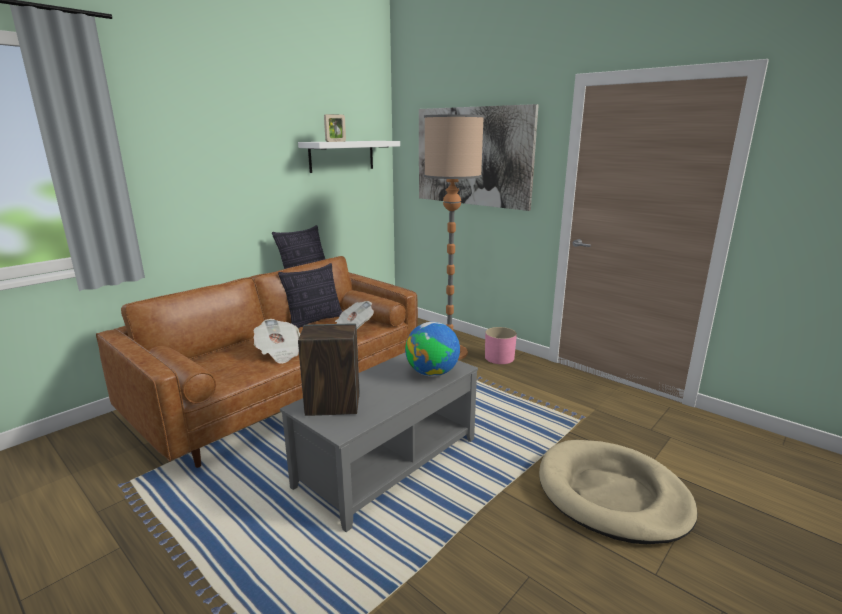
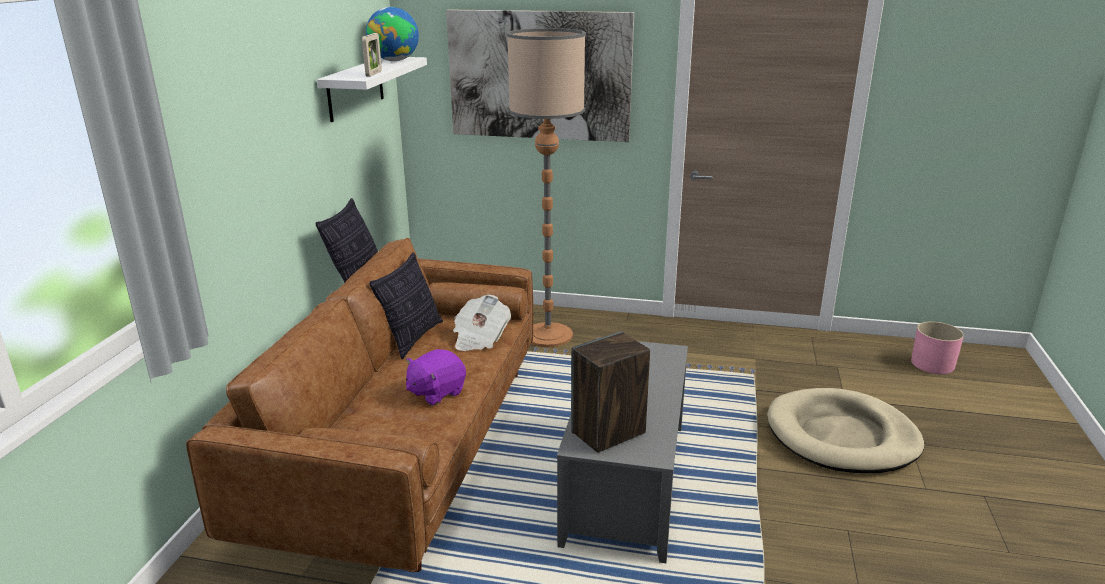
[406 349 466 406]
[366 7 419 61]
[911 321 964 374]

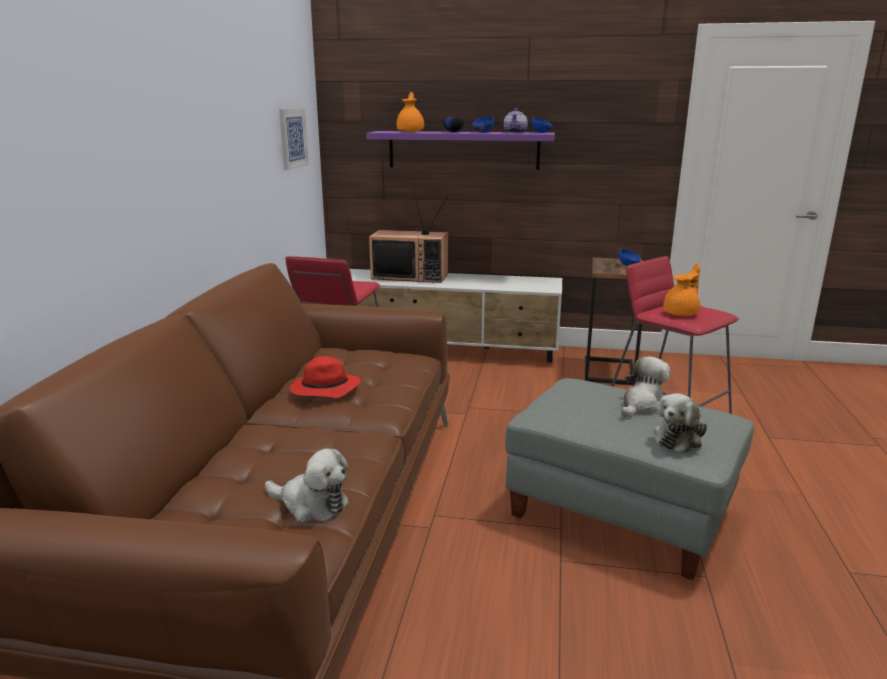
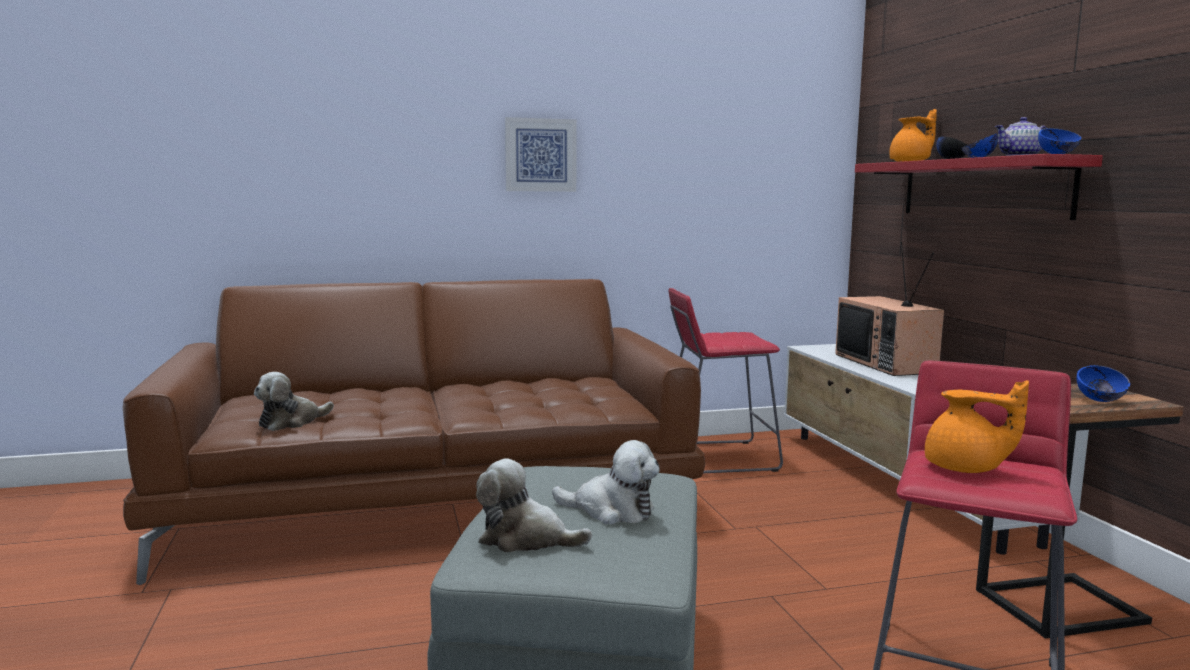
[505 117 577 192]
[855 154 1103 220]
[290 356 360 398] (first image)
[254 372 334 431]

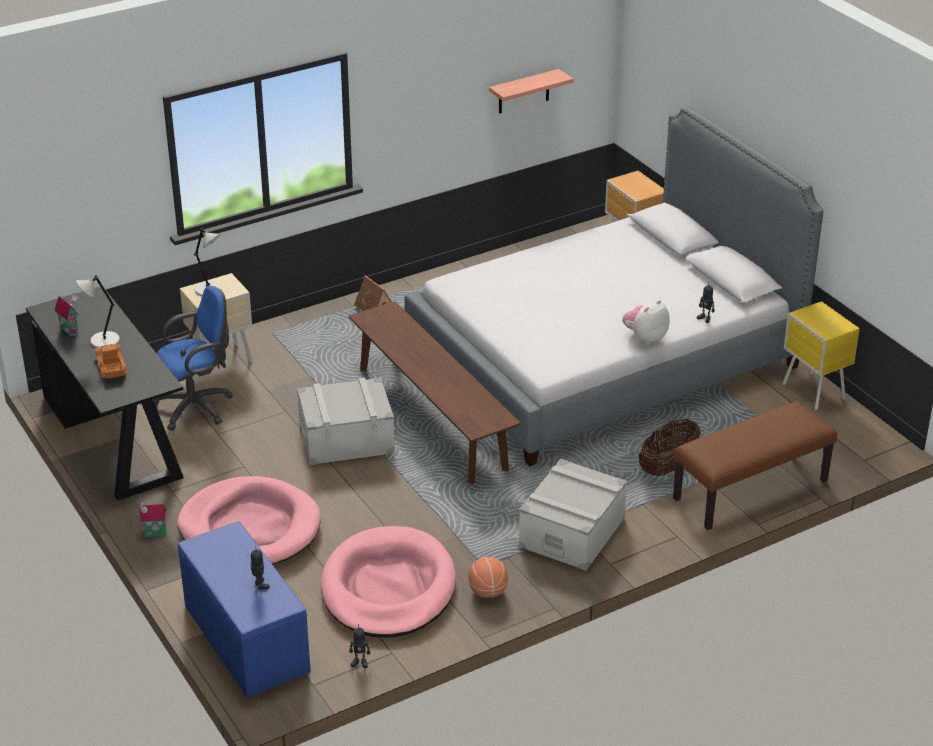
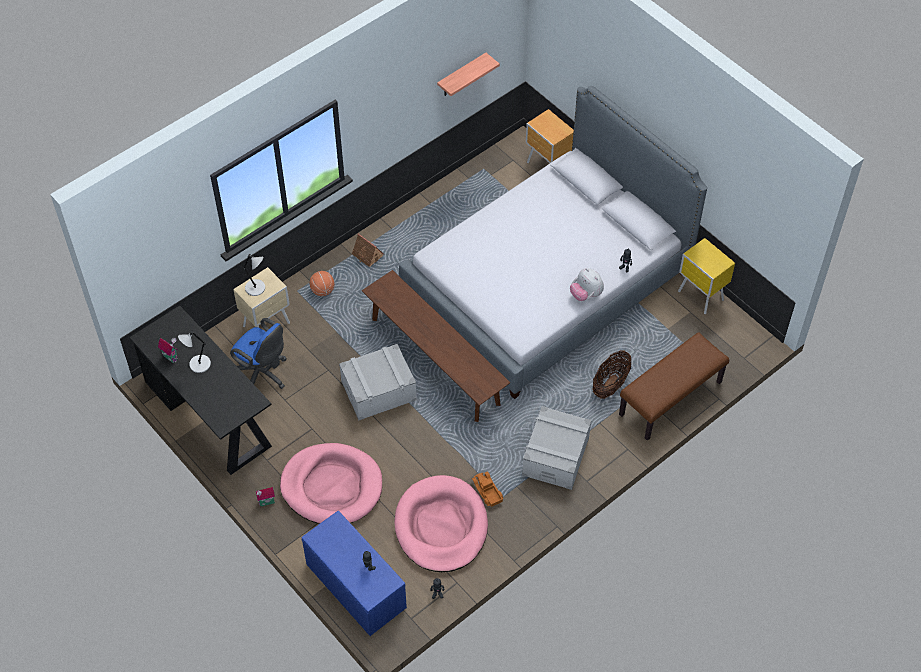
[230 318 287 389]
[570 268 604 301]
[472 471 503 507]
[309 271 335 296]

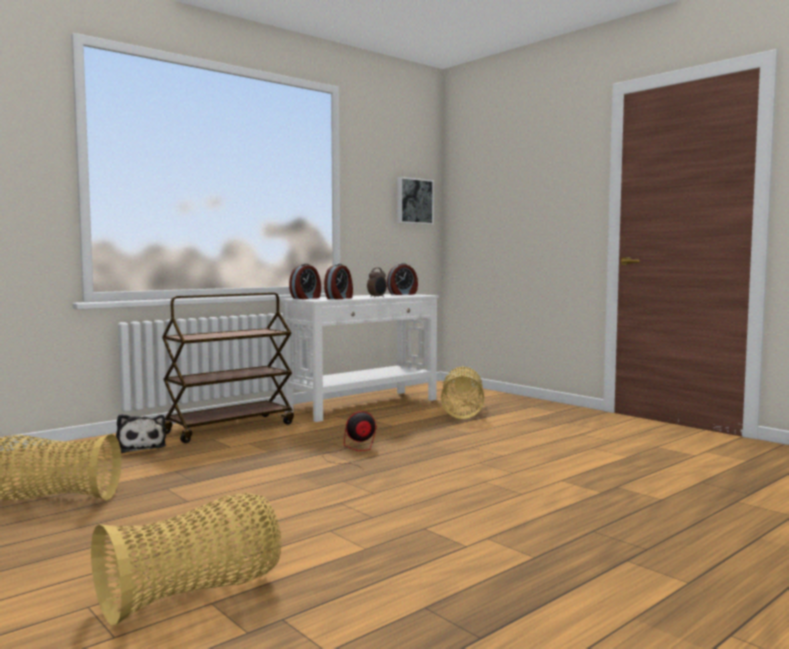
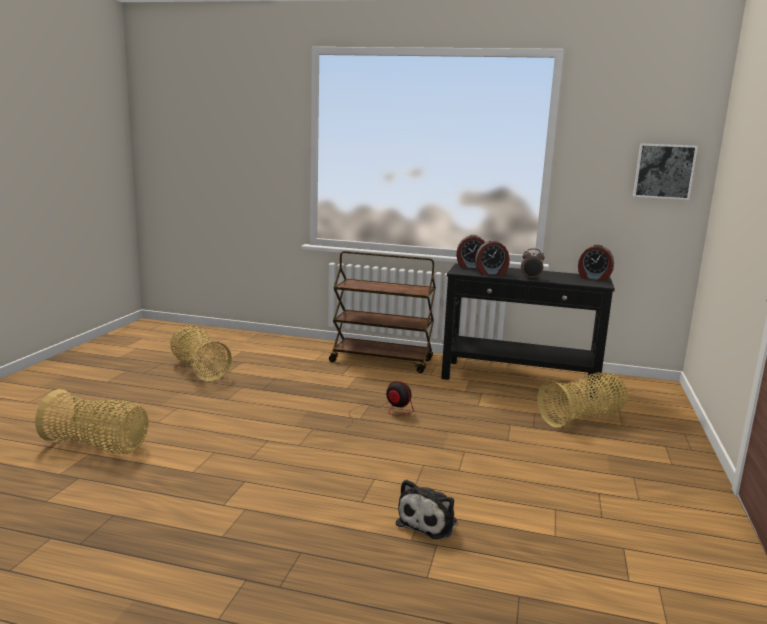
[441 263 615 399]
[396 479 457 539]

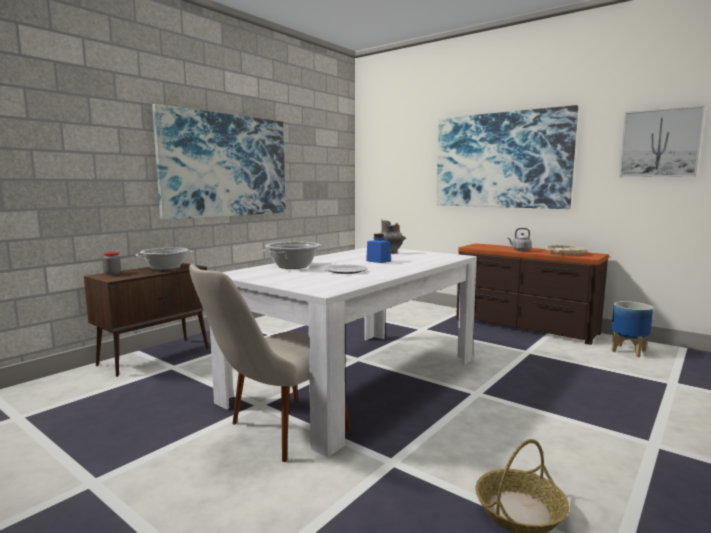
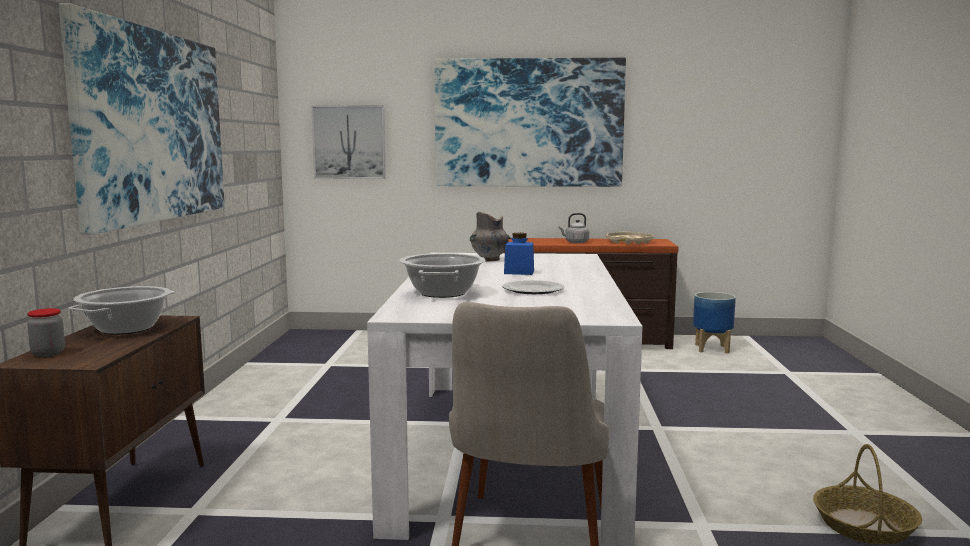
[311 105 386 179]

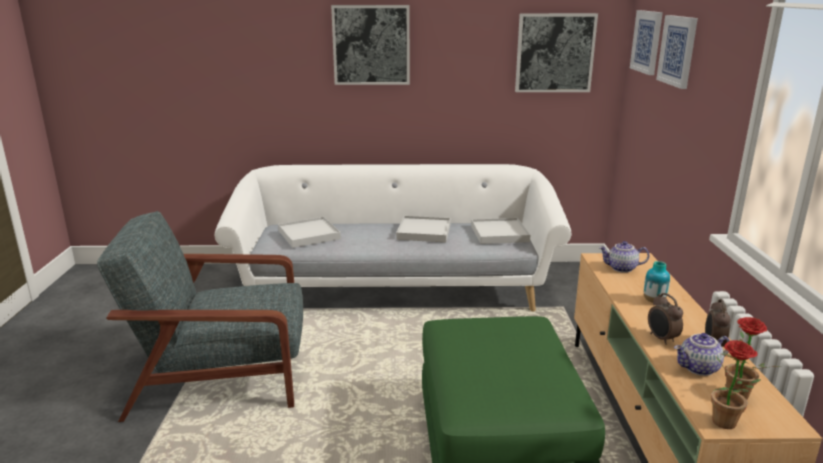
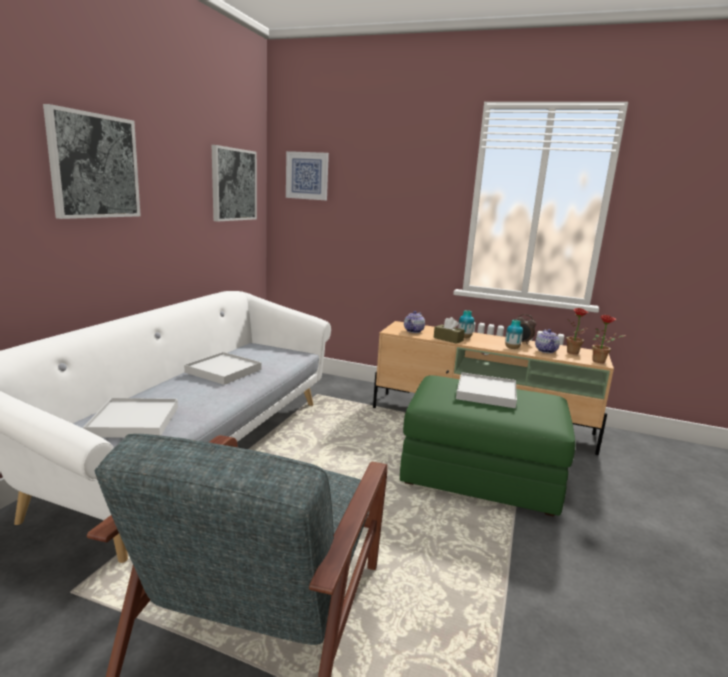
[656 15 698 89] (first image)
[456 372 517 408]
[505 320 523 349]
[433 317 465 344]

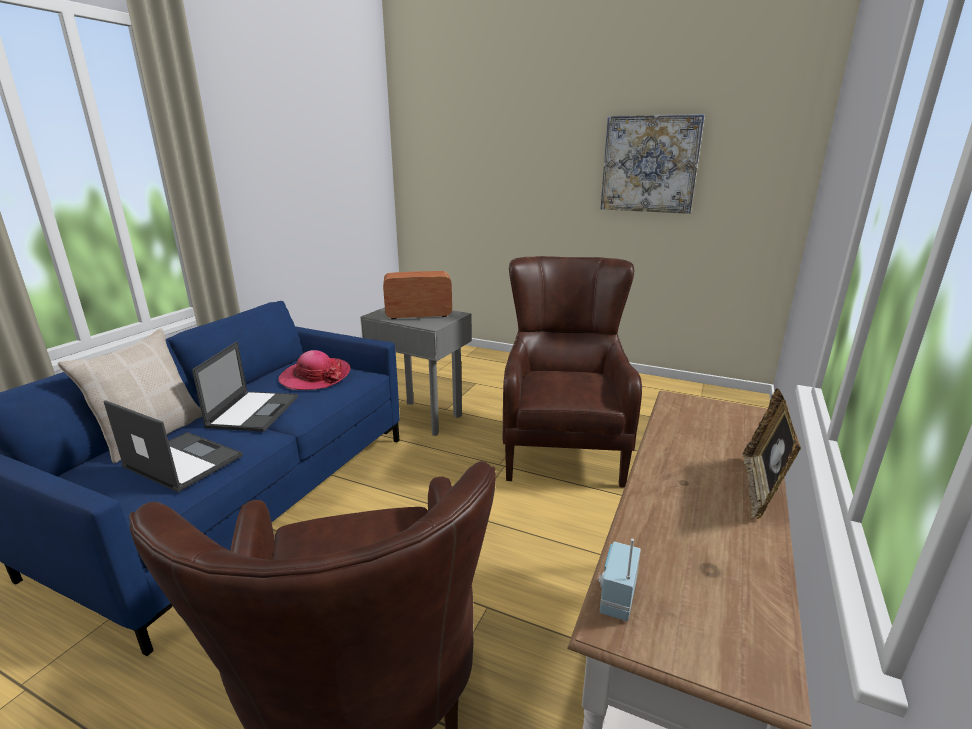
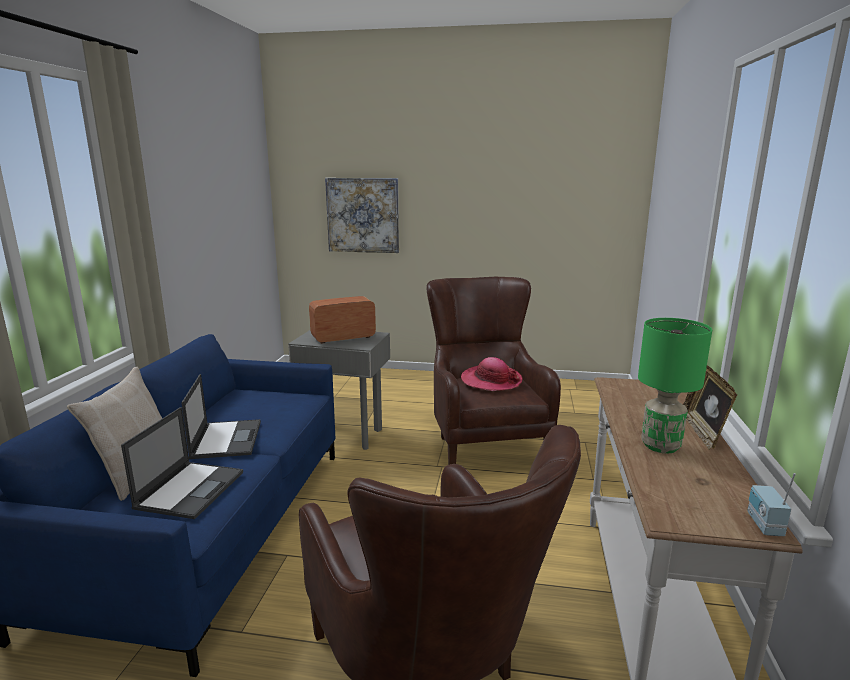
[325 178 399 253]
[461 357 523 391]
[121 407 243 519]
[747 473 796 536]
[638 318 712 454]

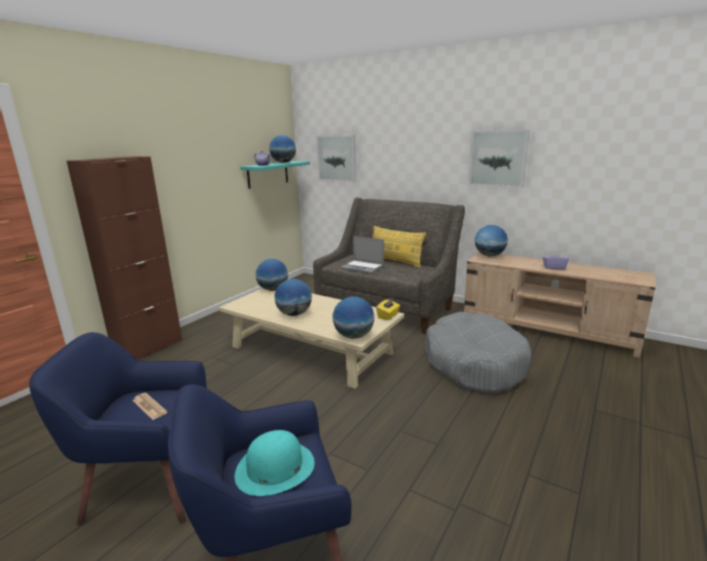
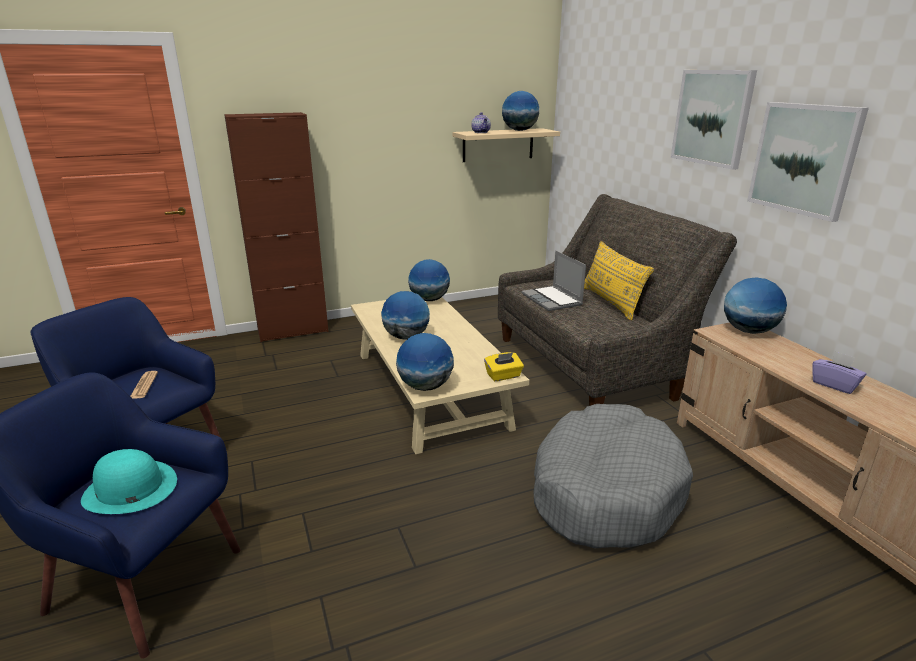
[671 70 757 170]
[452 128 560 162]

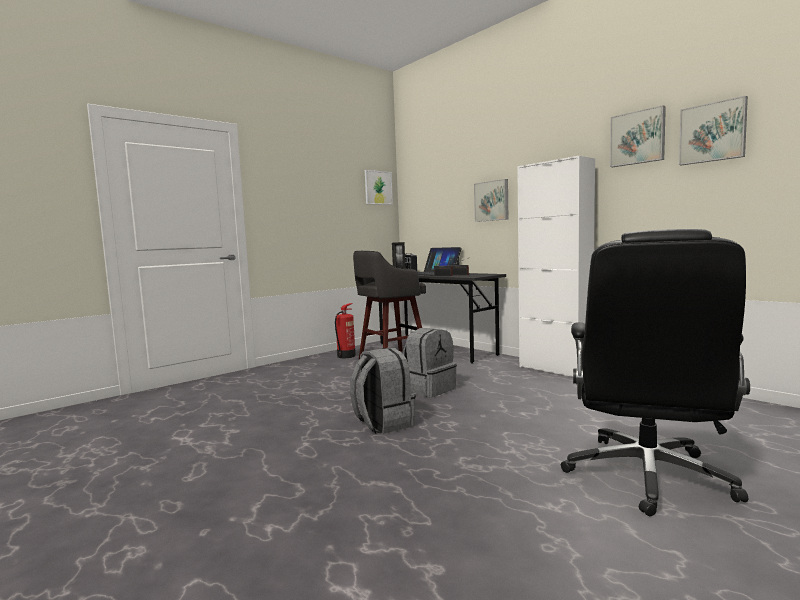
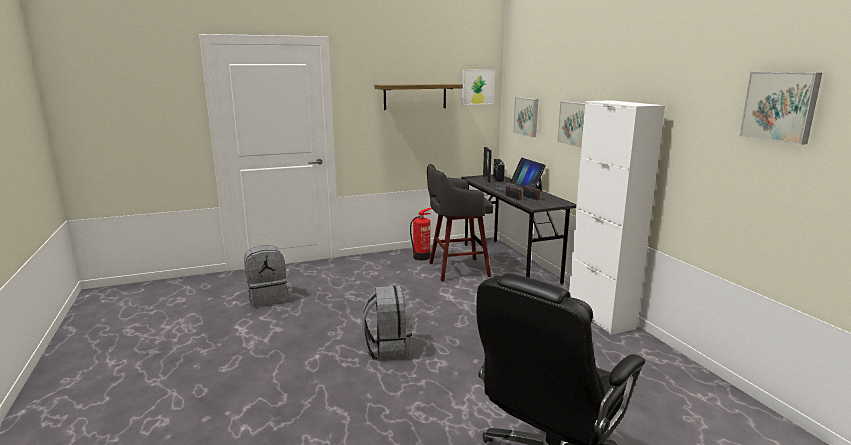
[513 97 538 137]
[244 245 288 307]
[374 84 463 110]

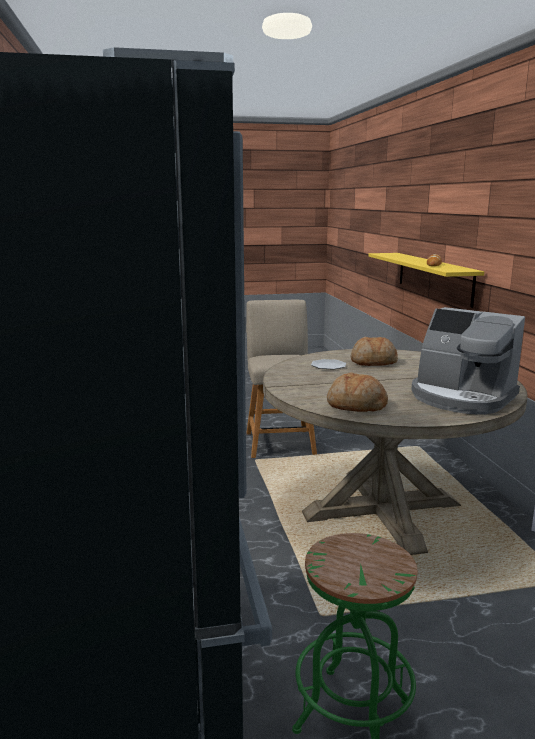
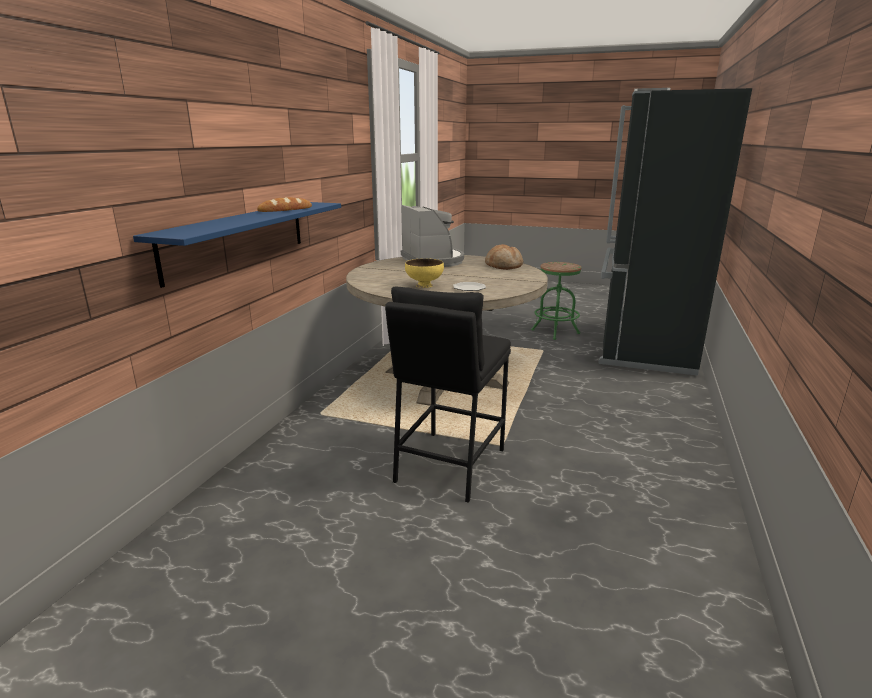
[133 202 341 288]
[385 287 511 503]
[405 258 444 288]

